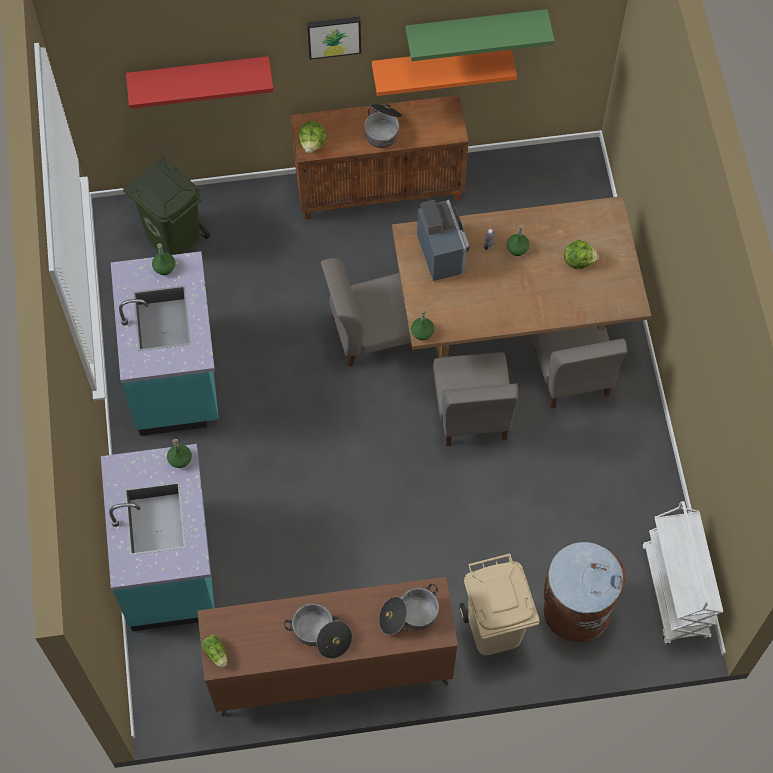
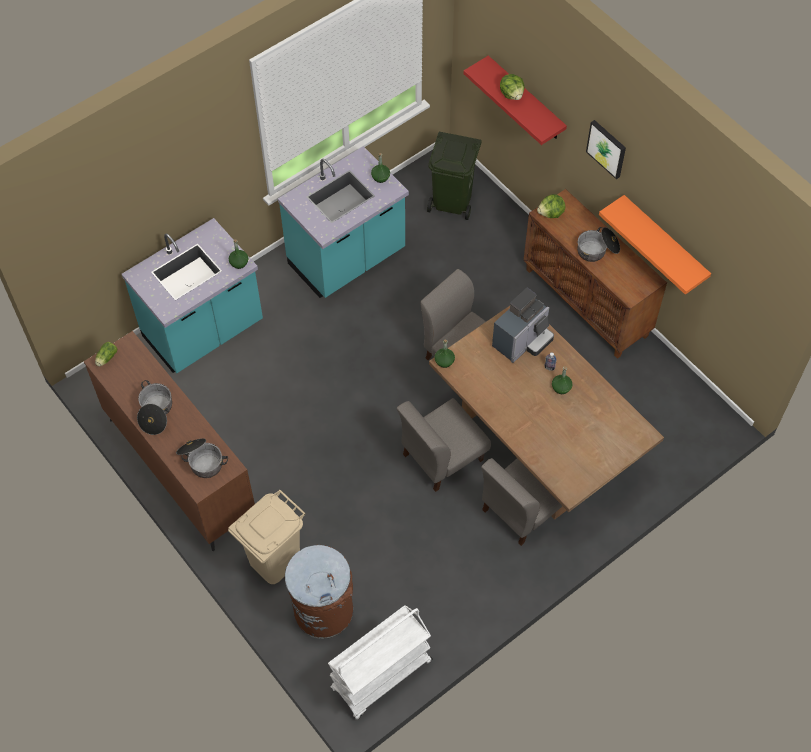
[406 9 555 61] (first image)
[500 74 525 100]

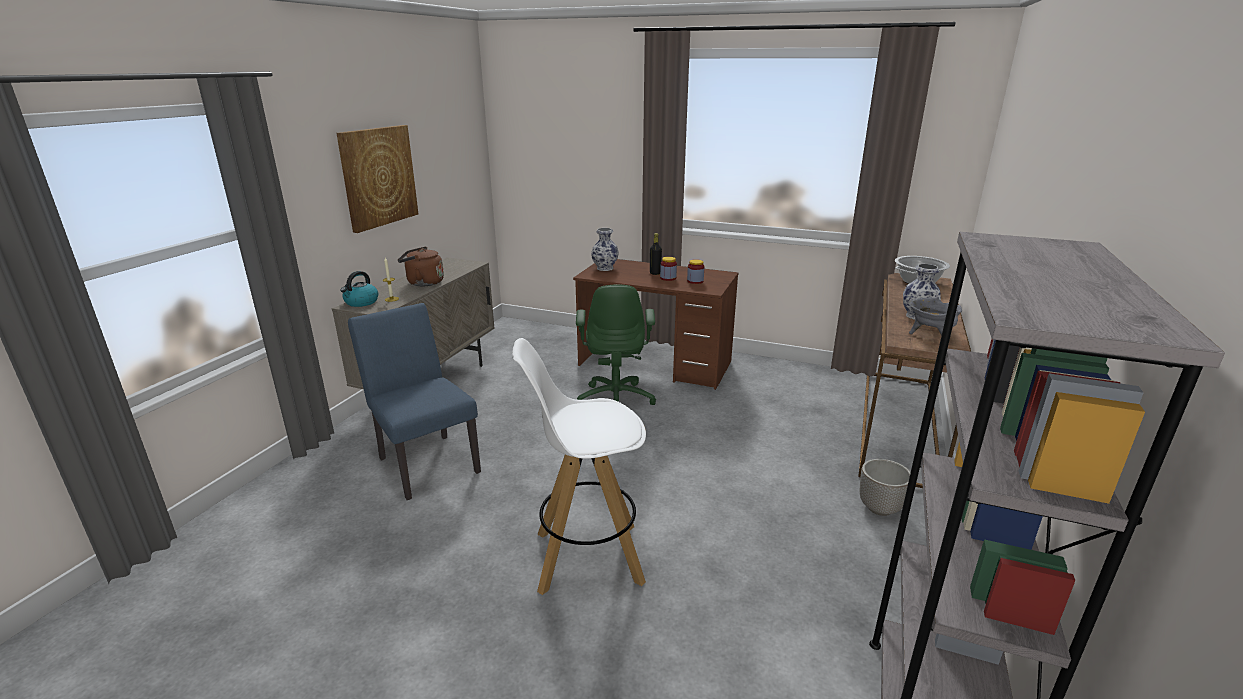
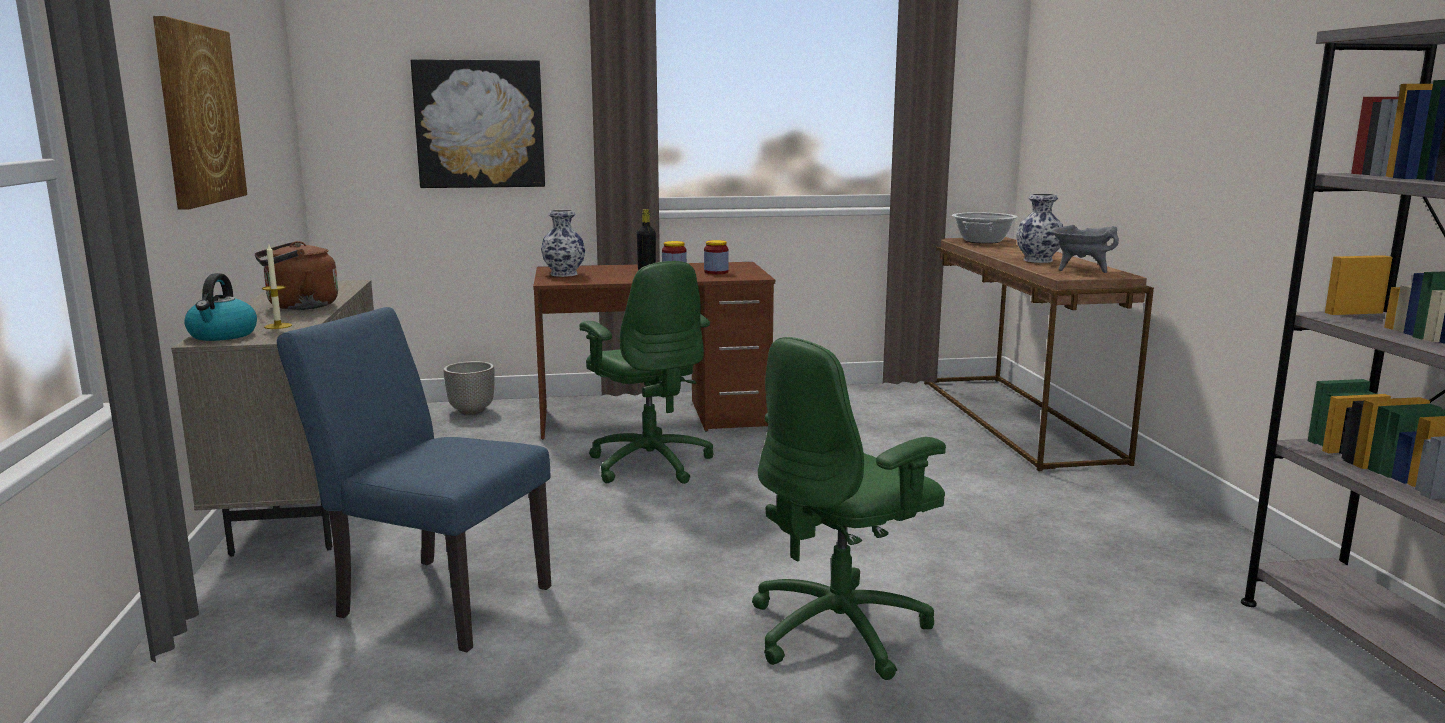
[752 337 946 680]
[444 361 495 415]
[411 59 545 188]

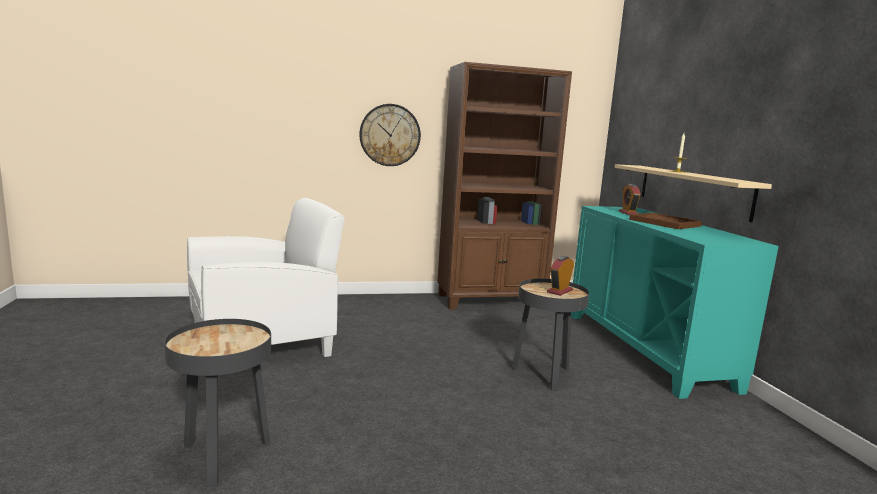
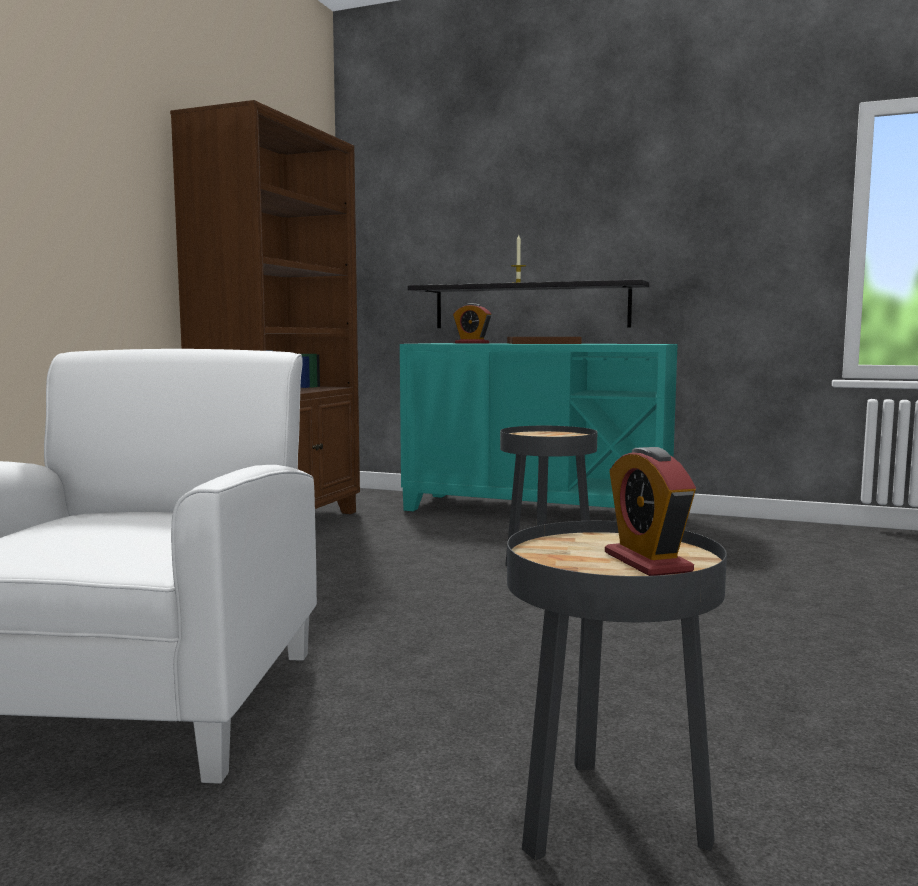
[359 104 421 166] (first image)
[408 279 649 328]
[605 447 696 576]

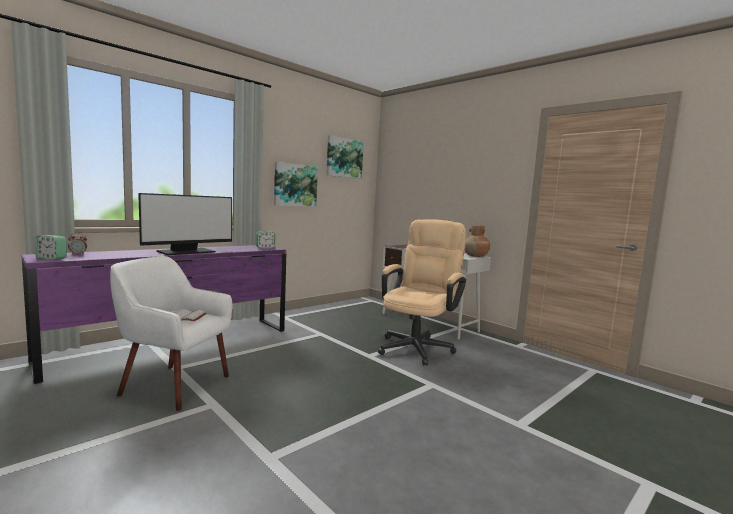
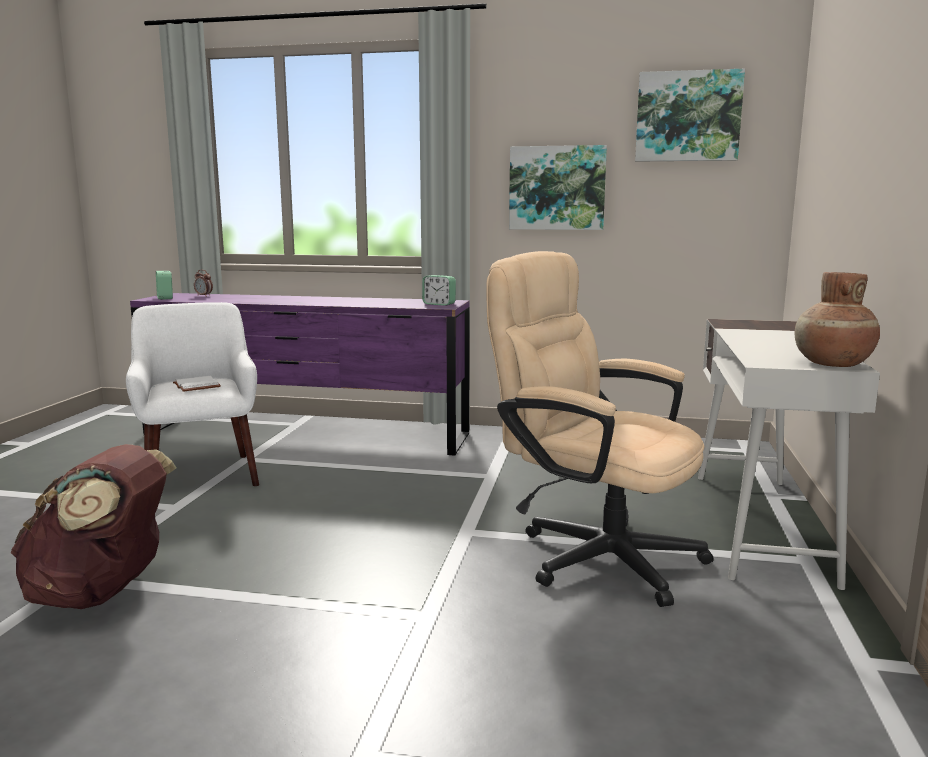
[138 193 232 255] (first image)
[486 251 714 607]
[11 444 176 609]

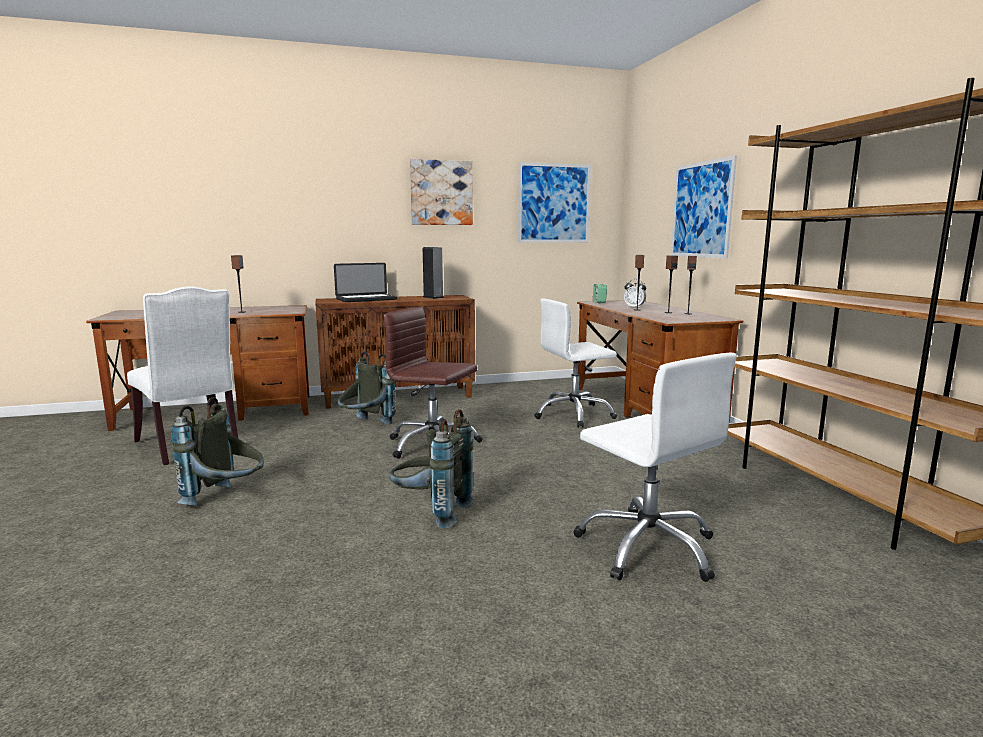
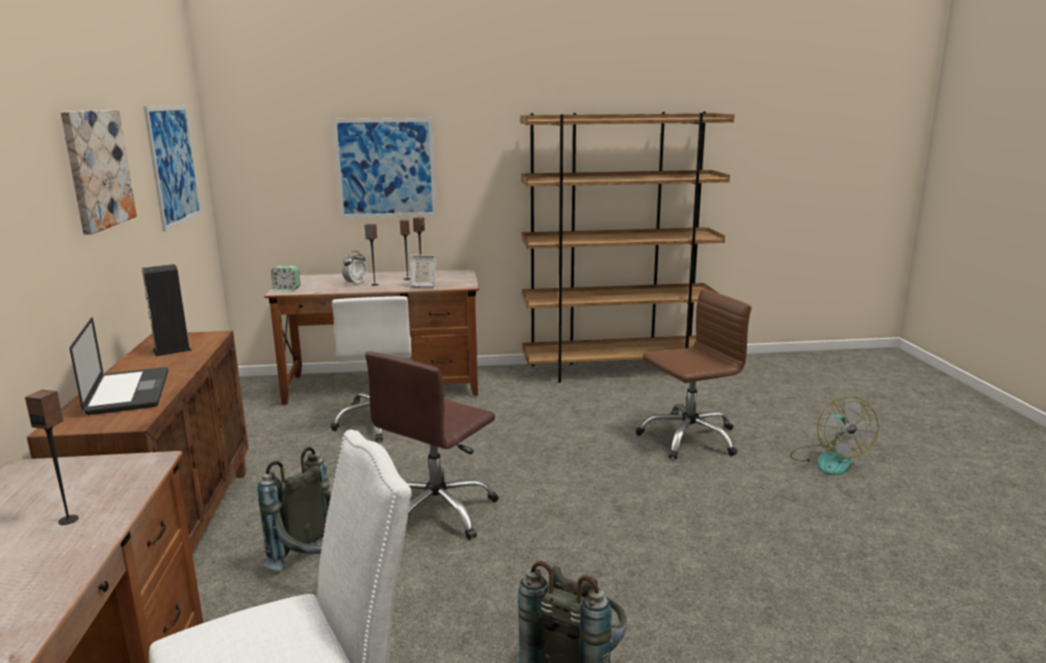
[636 289 751 460]
[389 409 474 529] (first image)
[410 255 437 288]
[790 396 879 475]

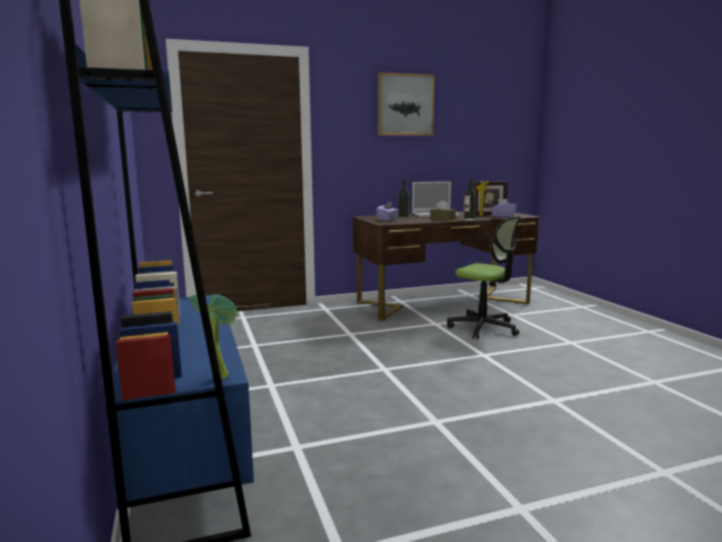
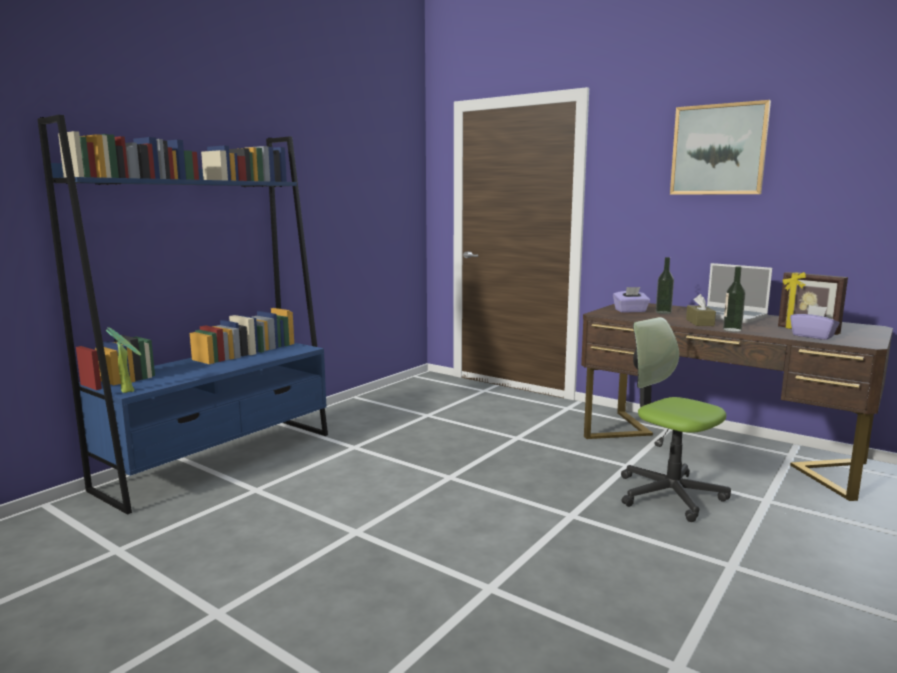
[621 317 731 522]

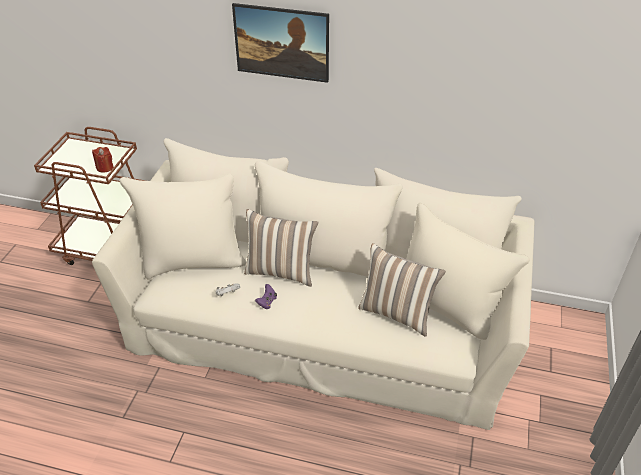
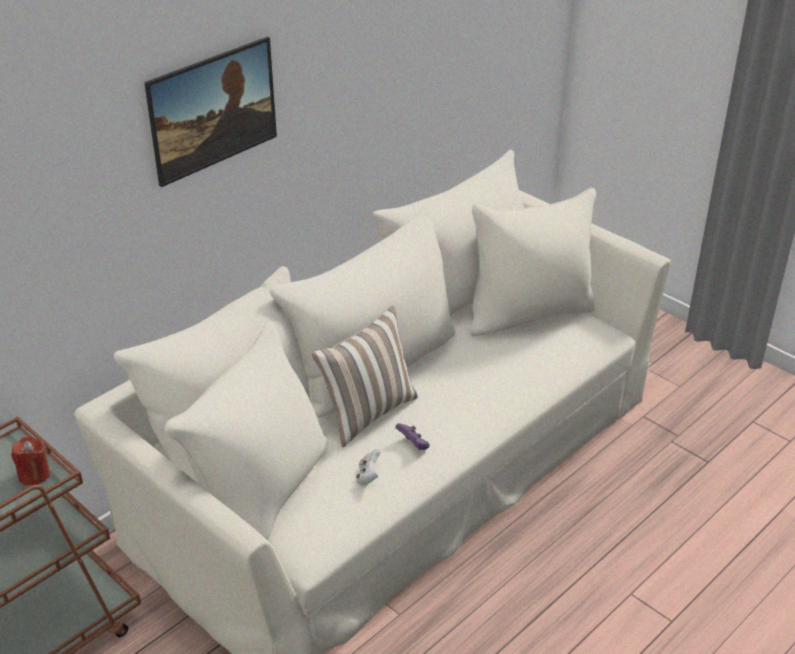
[358 243 446 337] (first image)

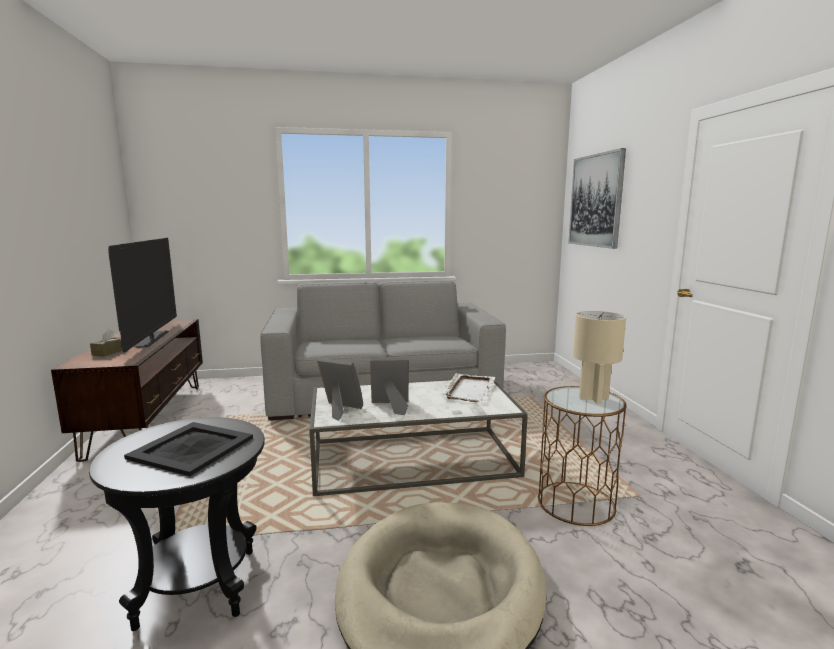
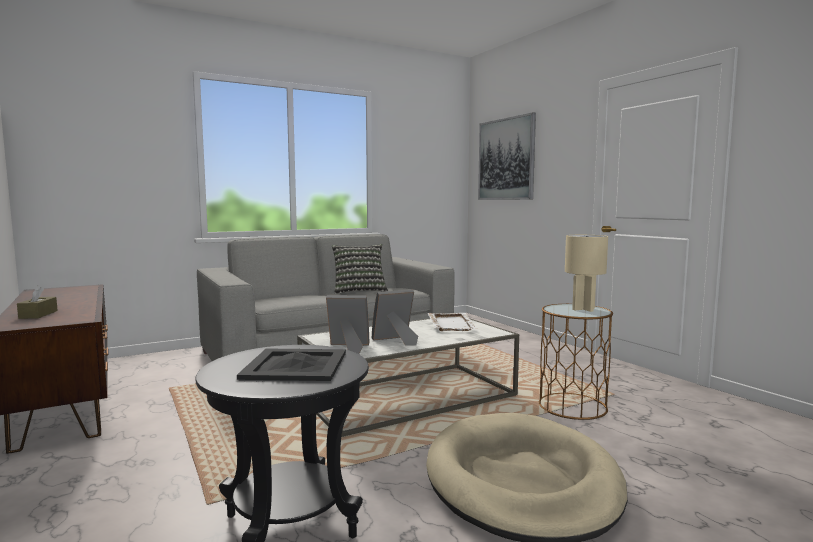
[108 238 177 352] (first image)
[332 244 388 294]

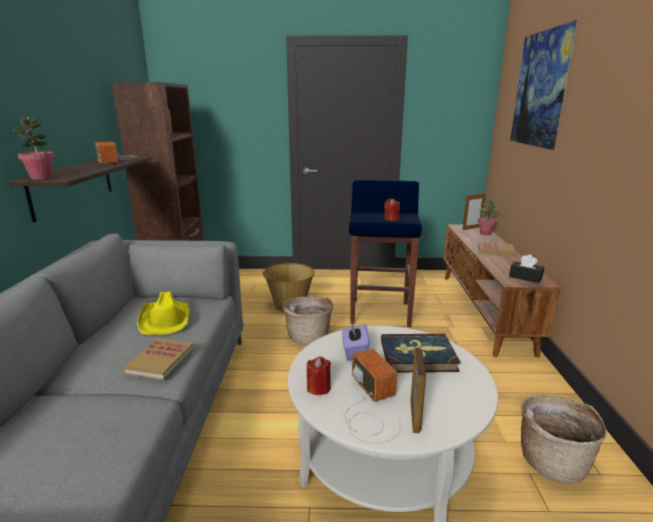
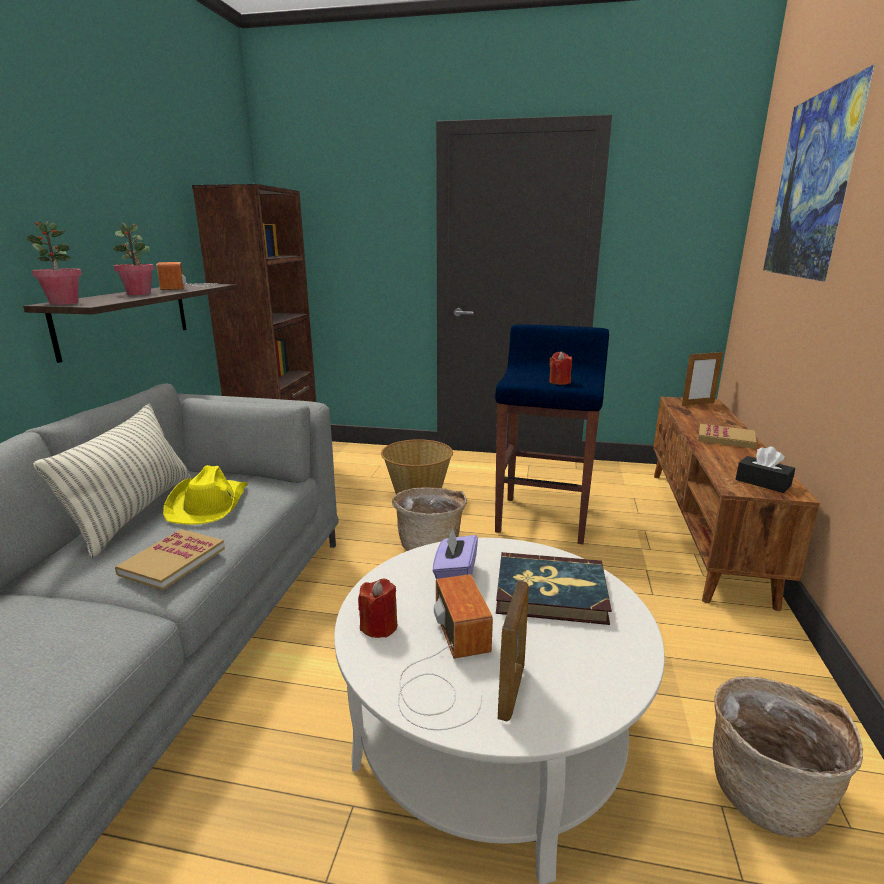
[113 223 154 295]
[33 404 190 559]

